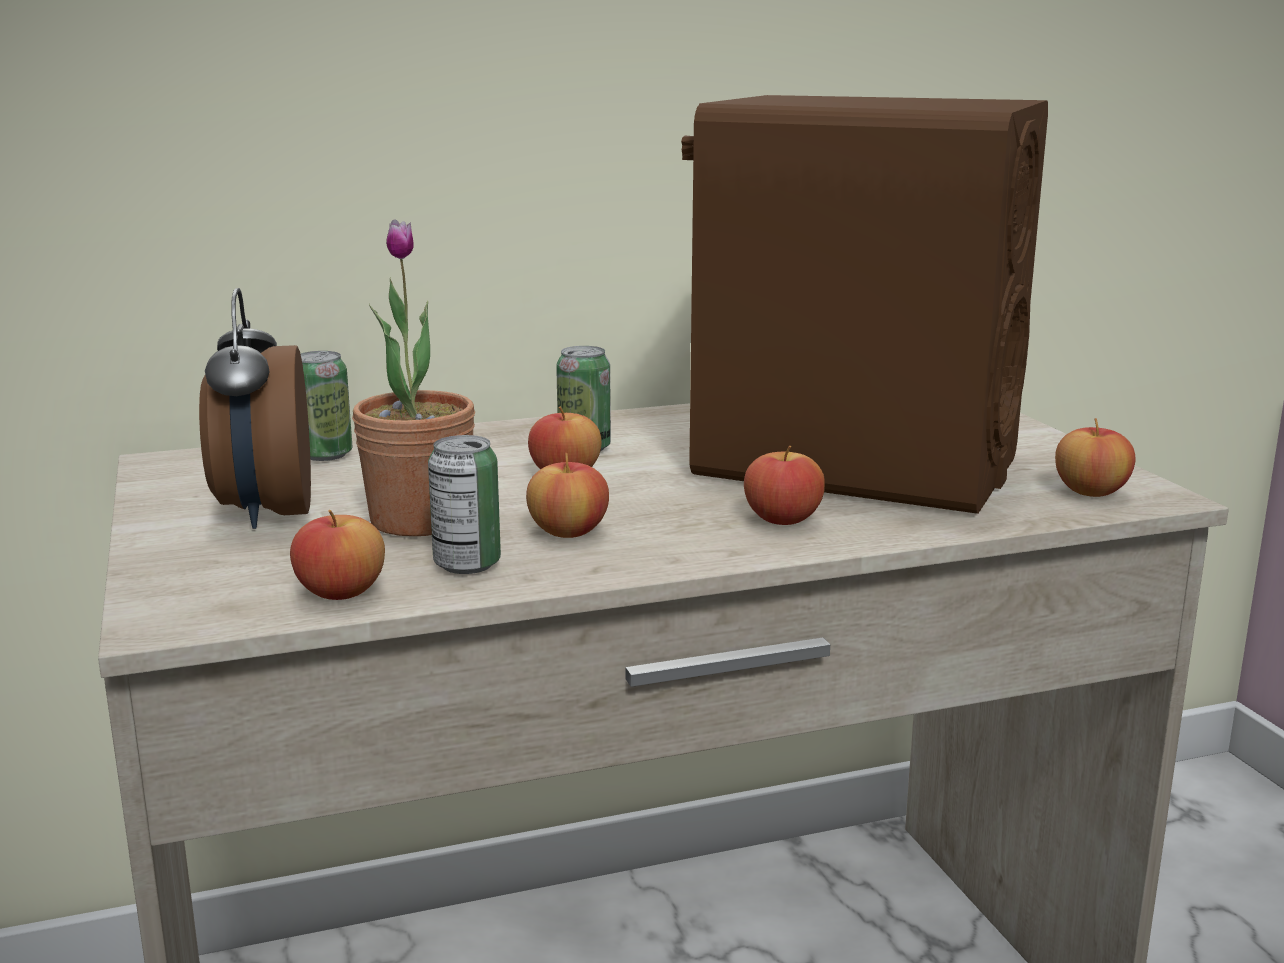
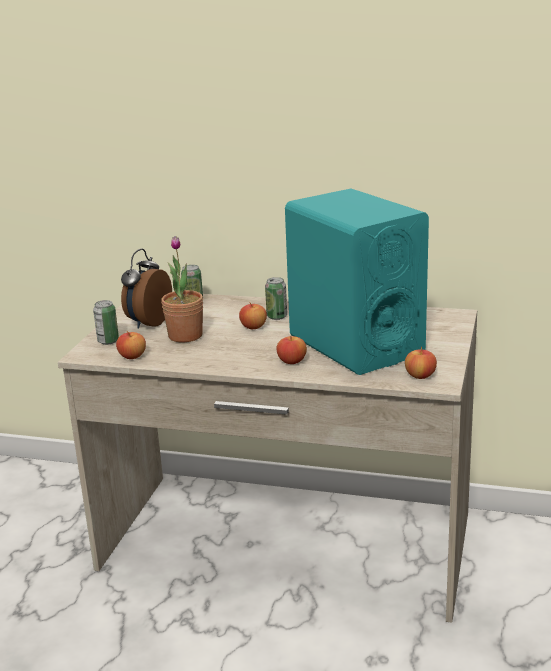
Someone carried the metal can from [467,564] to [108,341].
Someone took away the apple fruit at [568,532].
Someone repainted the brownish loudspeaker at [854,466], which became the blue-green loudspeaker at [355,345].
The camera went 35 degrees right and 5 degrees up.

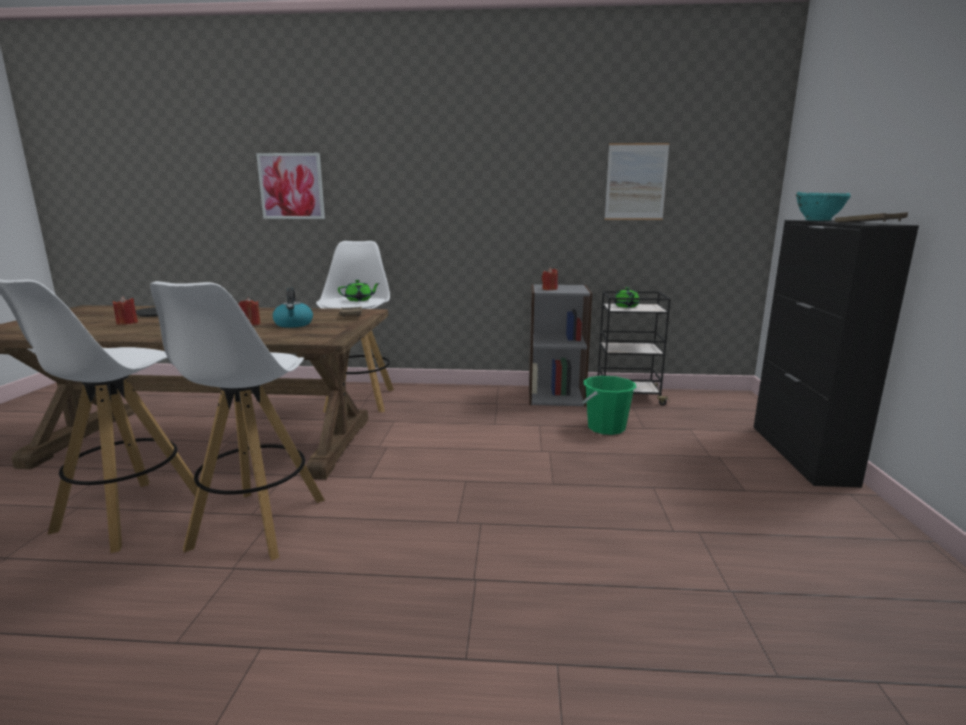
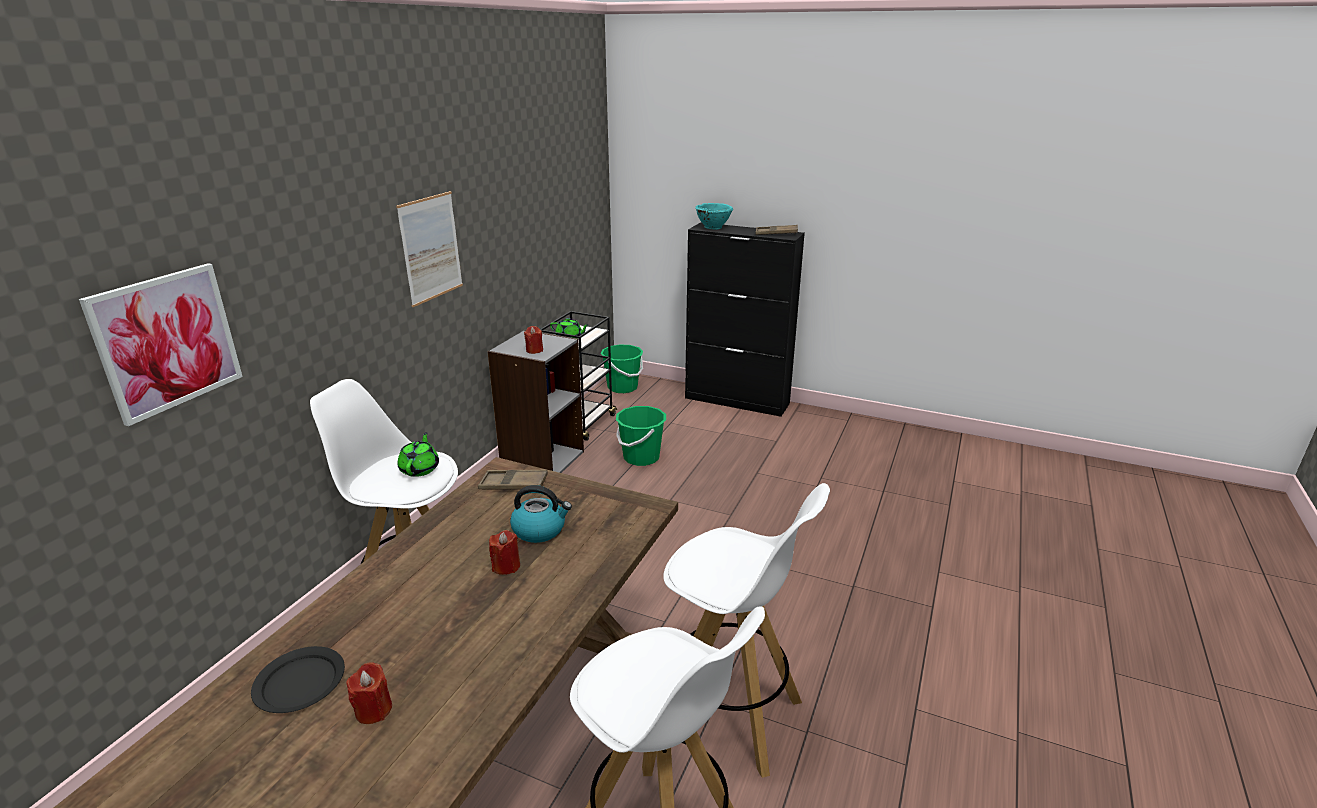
Someone carried the picture from [636,182] to [431,248].
Someone put down the green water bucket at [622,387].
The camera went 70 degrees left and 10 degrees up.

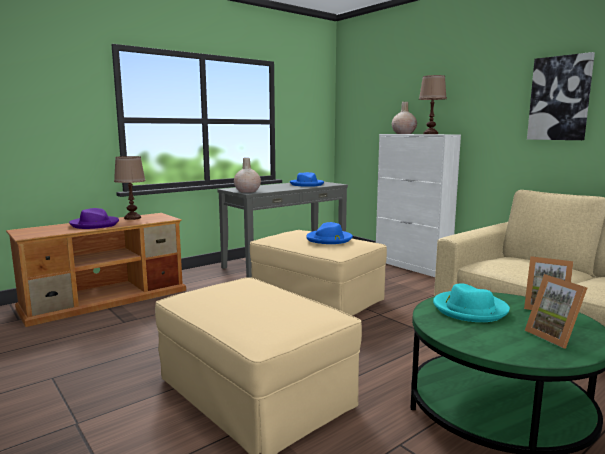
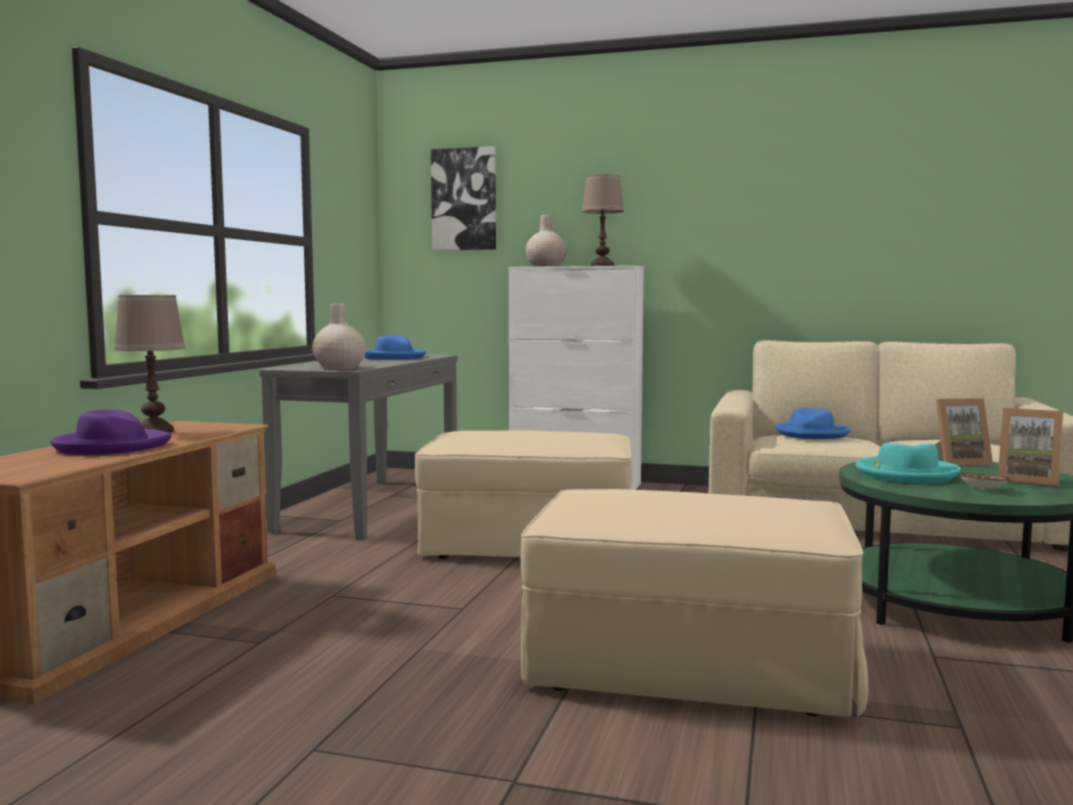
Someone carried the blue-coloured clothing hat from [329,239] to [812,434].
Someone carried the picture from [560,98] to [464,199].
Someone put down the bowl at [983,489].
The camera went 35 degrees left and 5 degrees down.

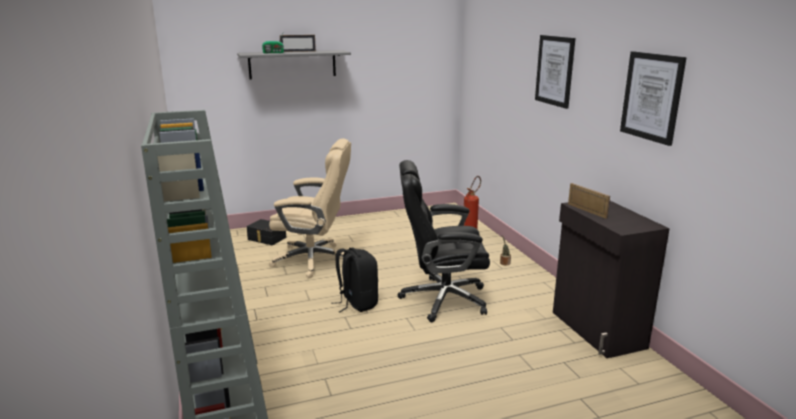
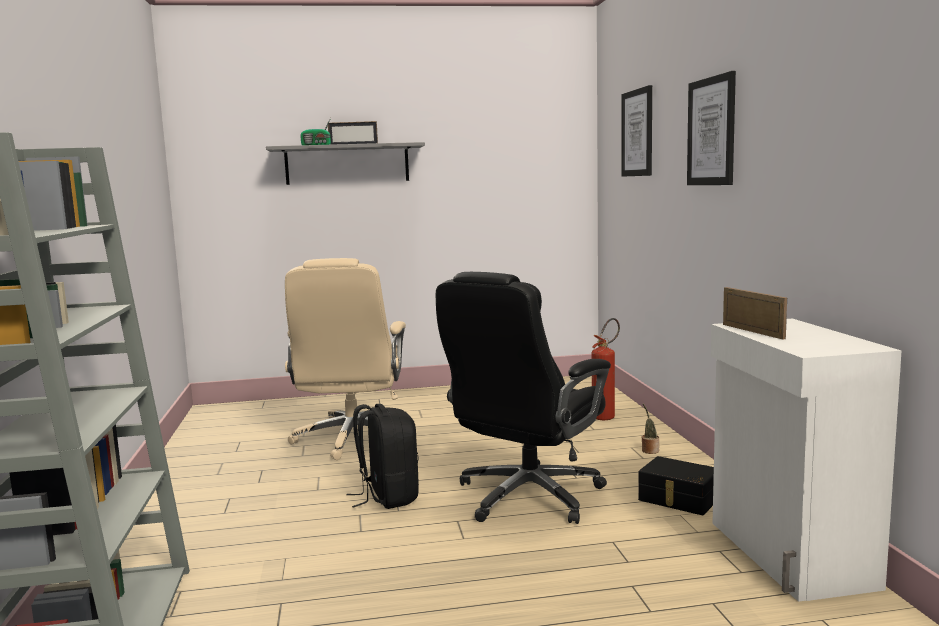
Someone carried the black storage container from [266,239] to [678,499].
Someone rotated the beige-coloured office chair at [313,260] by 75 degrees clockwise.
Someone rotated the black office chair at [442,299] by 60 degrees counterclockwise.
Someone repainted the black storage cabinet at [597,330], which became the whitish storage cabinet at [788,554].
Someone carried the picture from [652,97] to [637,133].
The camera went 10 degrees right and 10 degrees down.

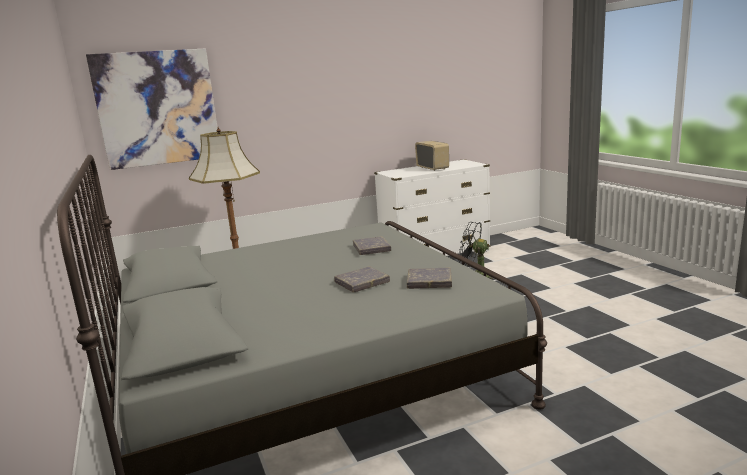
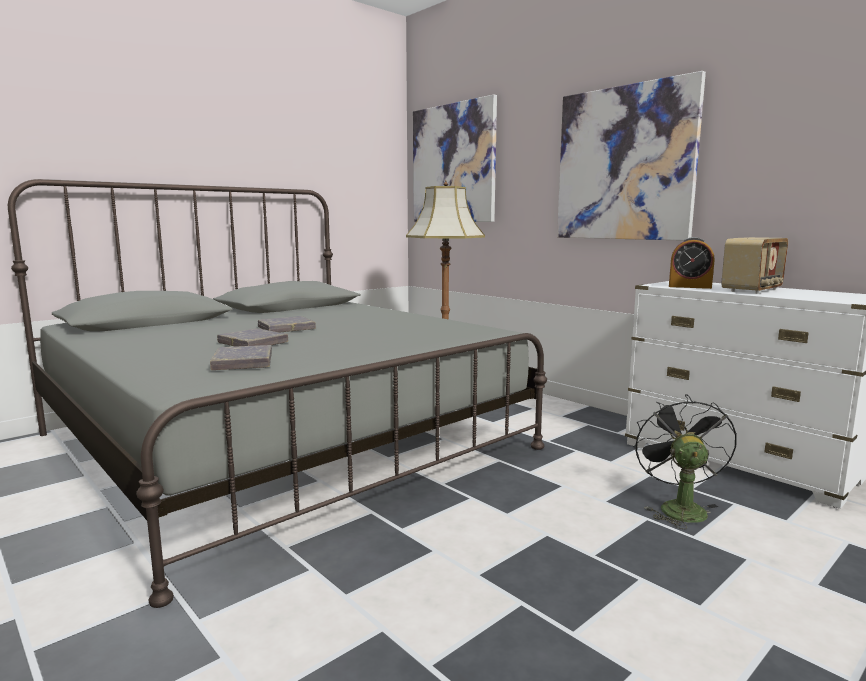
Someone carried the grey bound book from [371,249] to [286,329].
Someone put up the picture at [624,164].
Someone put down the table clock at [689,287].
The camera went 70 degrees right and 5 degrees down.

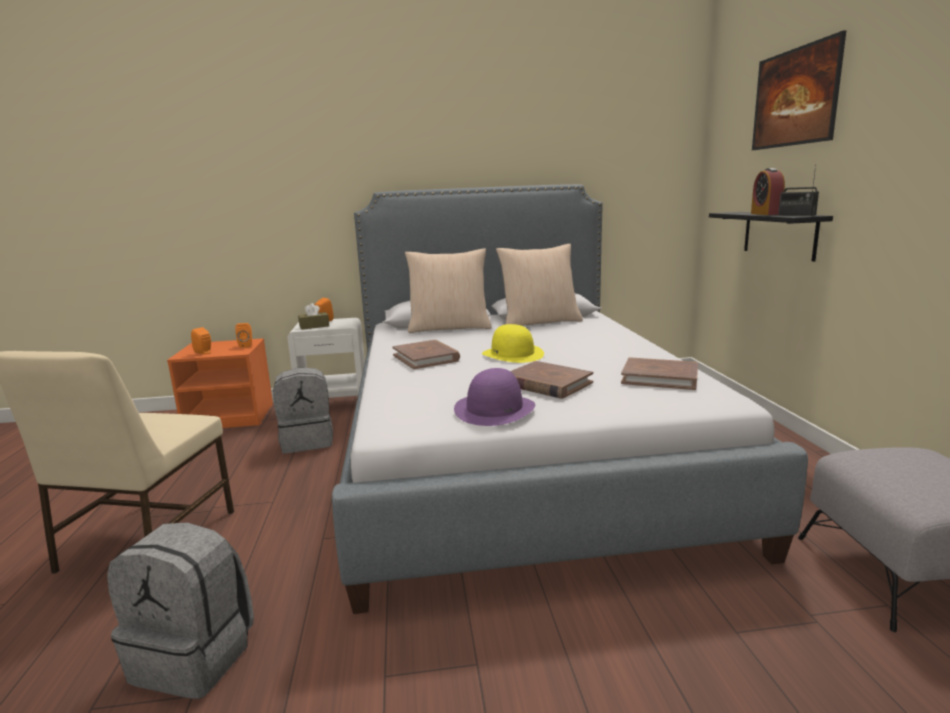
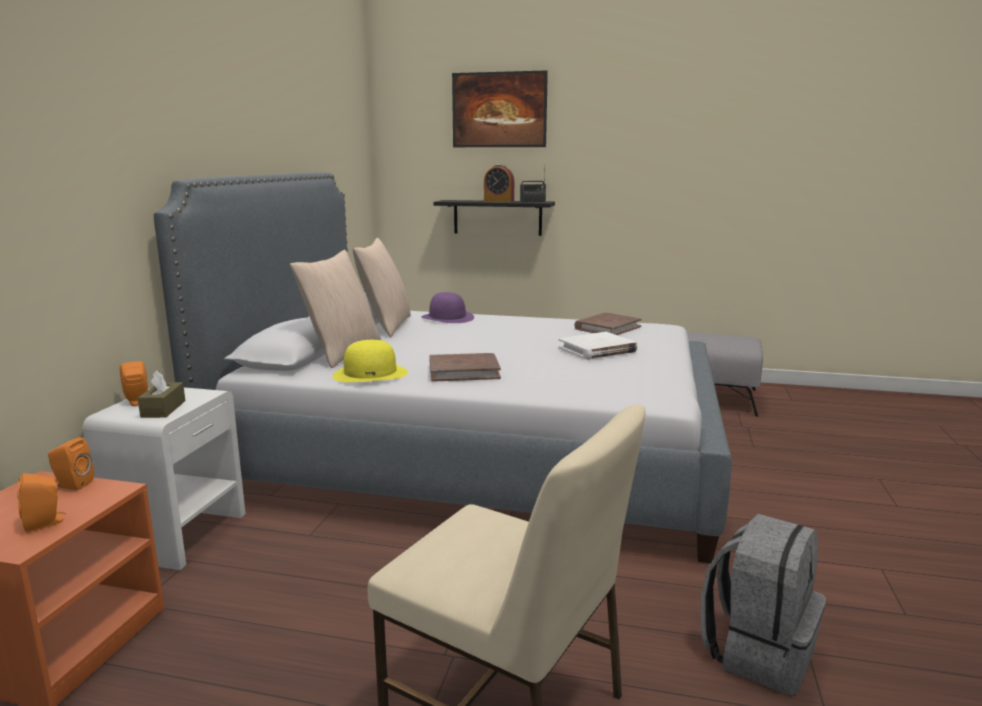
Someone took away the grey knapsack at [308,441].
Someone carried the purple clothing hat from [494,409] to [447,317].
Someone carried the yellowish clothing hat from [513,354] to [370,374].
Someone repainted the brownish bound book at [547,384], which became the whitish bound book at [597,350].
The camera went 70 degrees left and 0 degrees up.

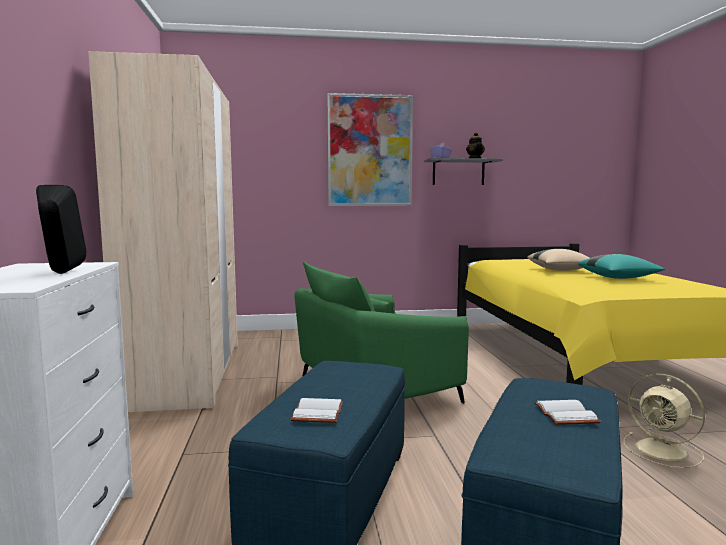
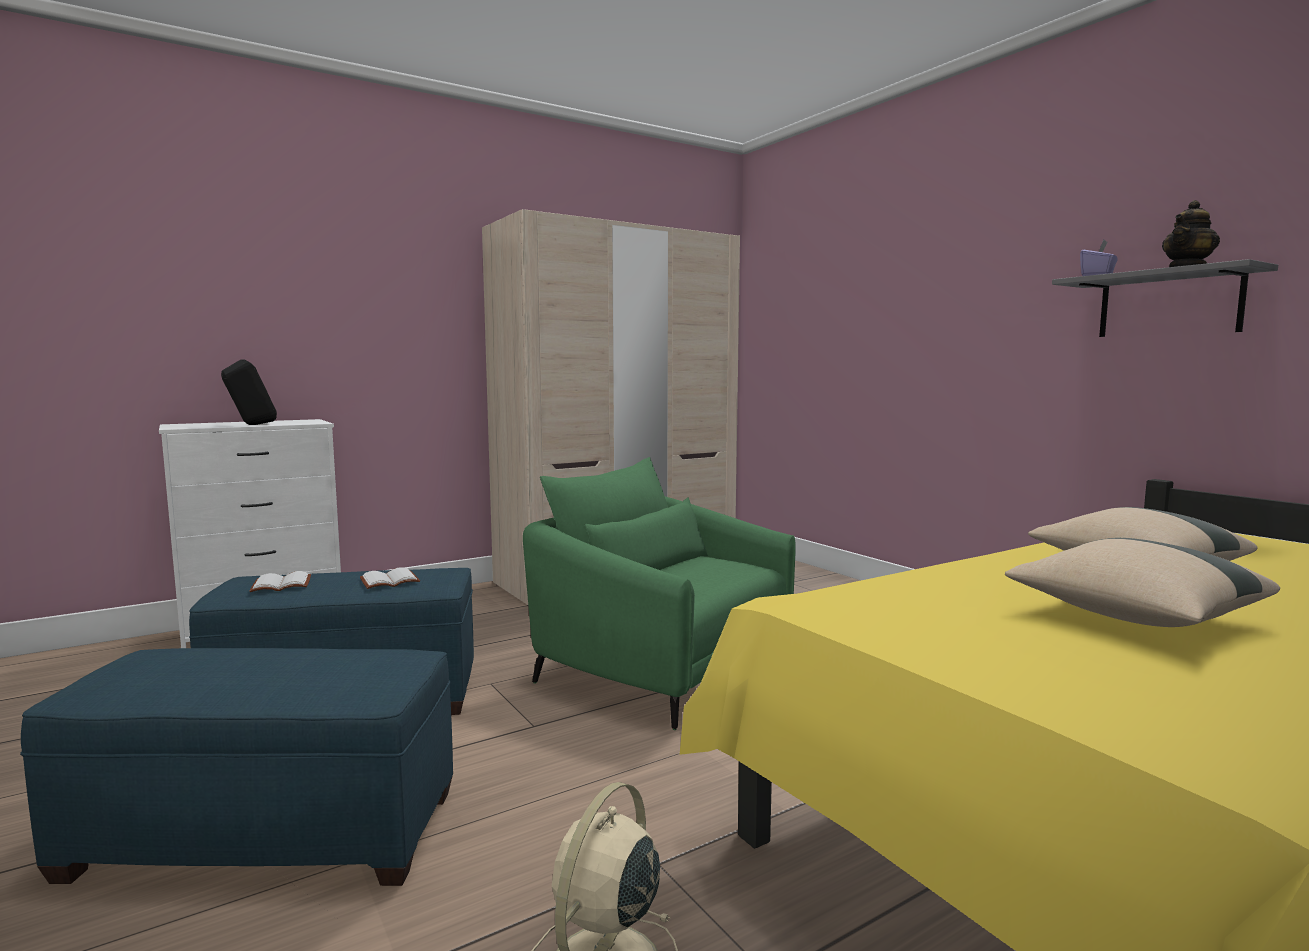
Someone took away the picture at [370,151].
Someone carried the whitish bound book from [567,414] to [389,582].
Someone repainted the blue-green pillow at [619,278], which became the beige-coloured pillow at [1133,617].
The camera went 65 degrees right and 0 degrees up.

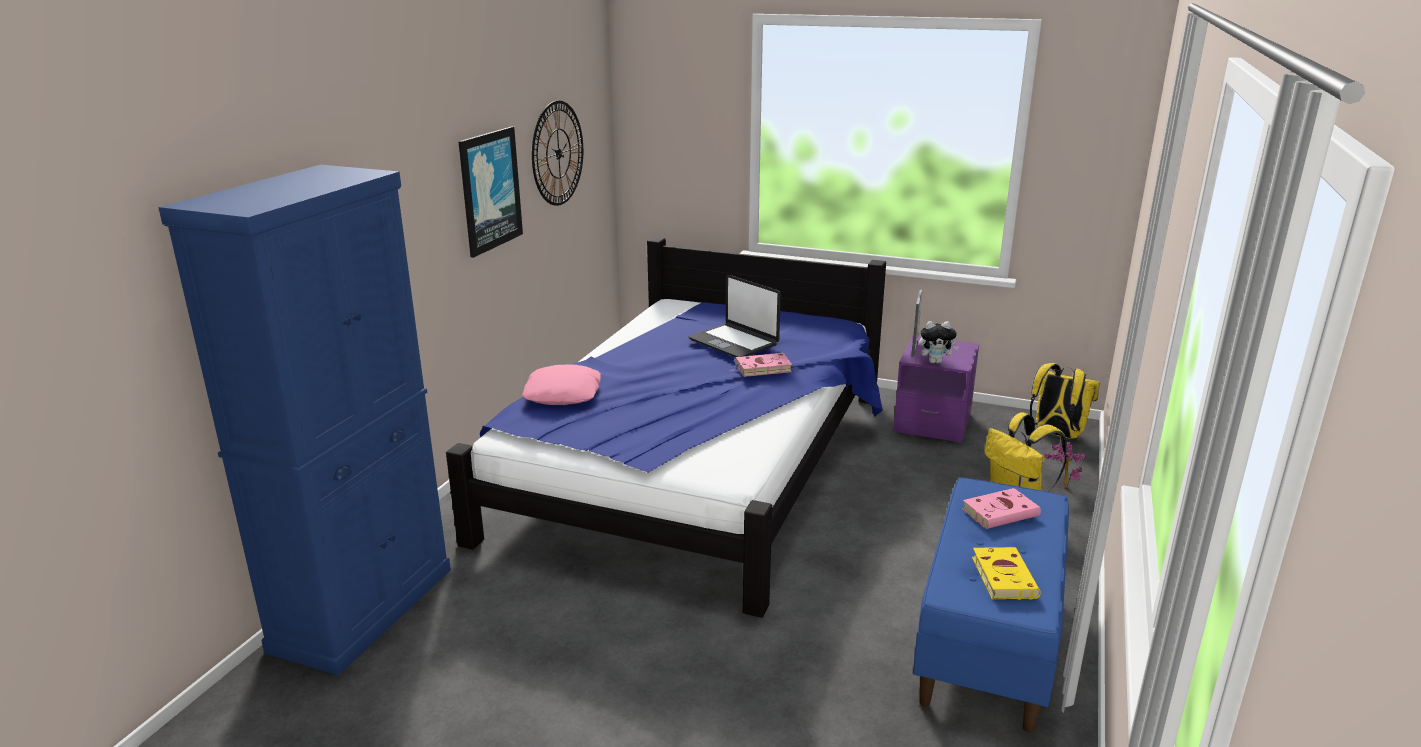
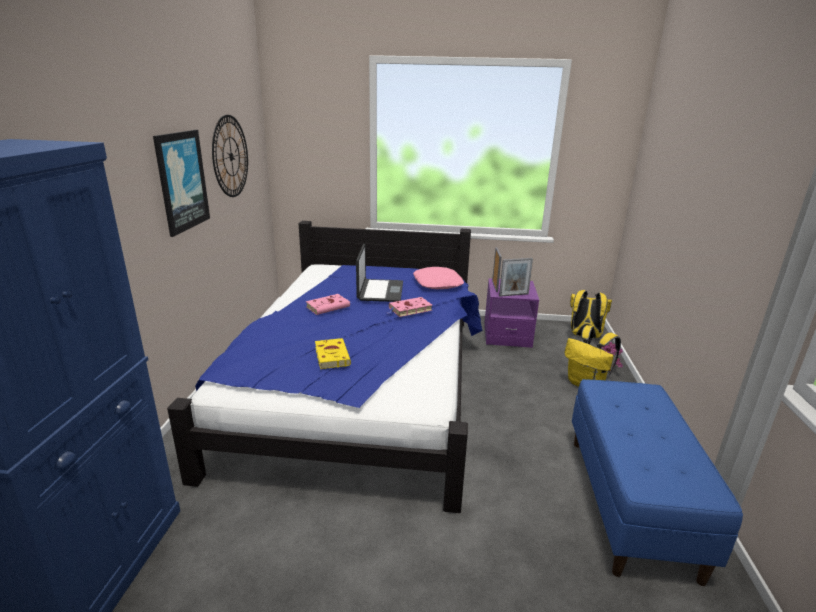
Someone carried the pinkish pillow from [564,394] to [438,283].
Someone rotated the portable computer at [734,342] by 120 degrees counterclockwise.
Someone swapped the cuddly toy at [935,362] for the standing frame at [513,295].
Someone carried the pinkish bound book from [1001,512] to [329,306].
Someone carried the yellowish bound book from [1002,576] to [331,355].
The camera went 15 degrees left and 0 degrees up.

